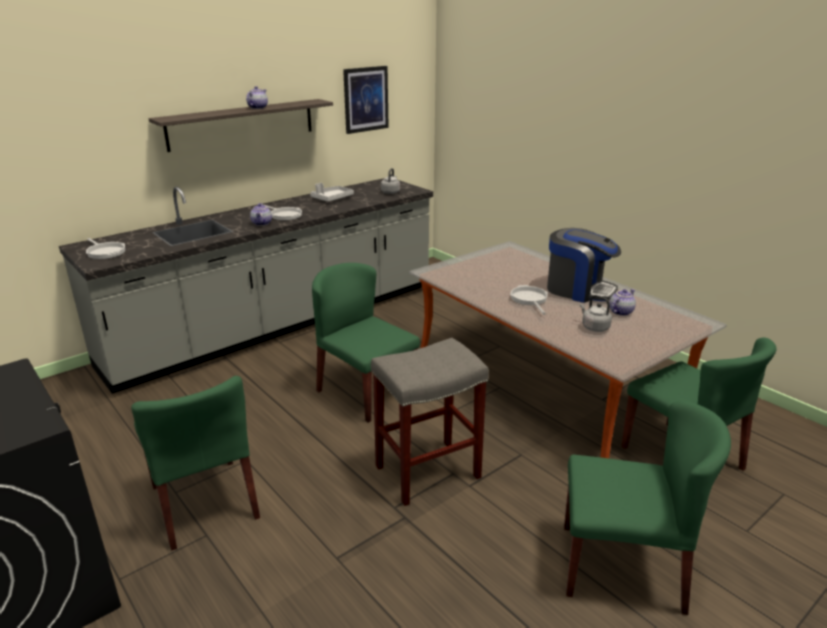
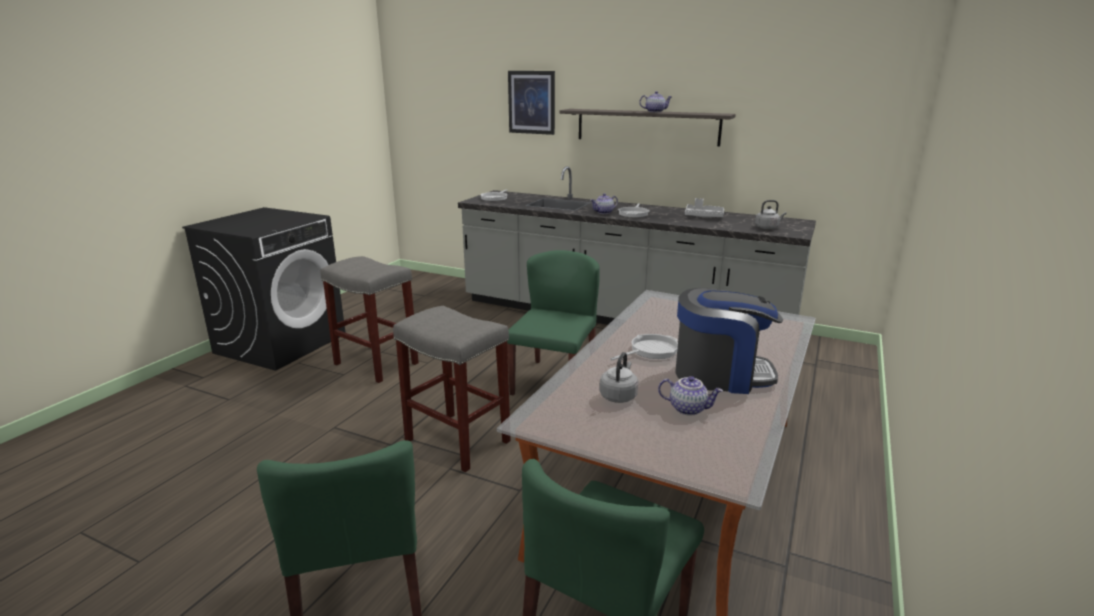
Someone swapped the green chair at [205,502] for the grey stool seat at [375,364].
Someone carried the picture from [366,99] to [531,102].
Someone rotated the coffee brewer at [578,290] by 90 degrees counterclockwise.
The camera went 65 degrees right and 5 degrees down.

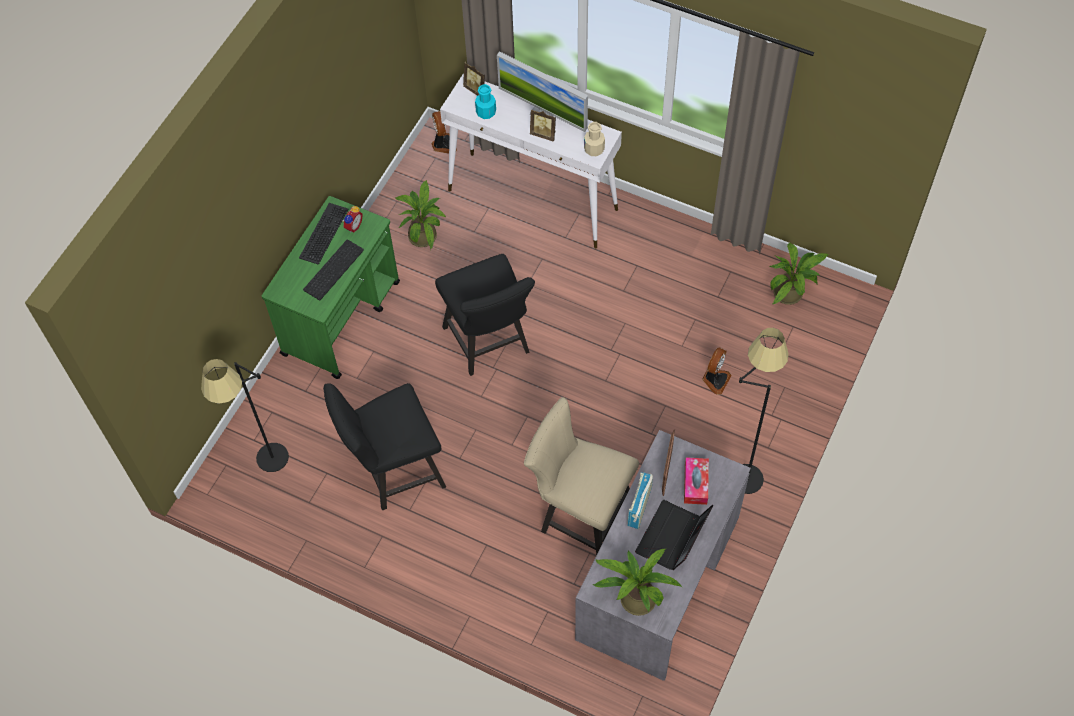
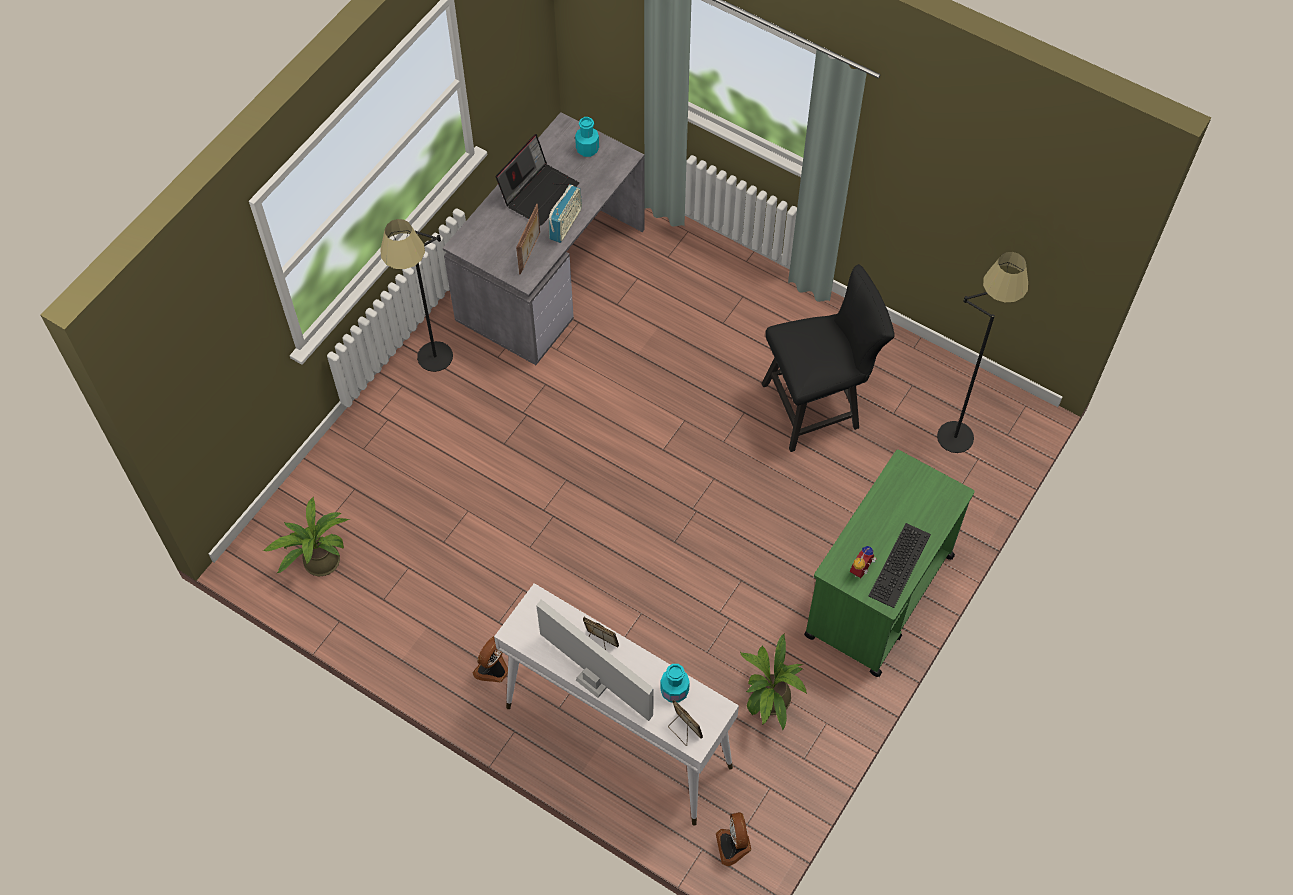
Someone took away the computer keyboard at [333,268].
Someone took away the black chair at [490,344].
Someone took away the beige-coloured chair at [580,514].
Someone took away the beige-coloured beverage bottle at [594,149].
Someone swapped the potted plant at [634,596] for the blue-green beverage bottle at [587,149].
Someone took away the tissue holder at [695,484].
Someone carried the cooling fan from [715,380] to [493,669].
The camera went 175 degrees left and 0 degrees up.

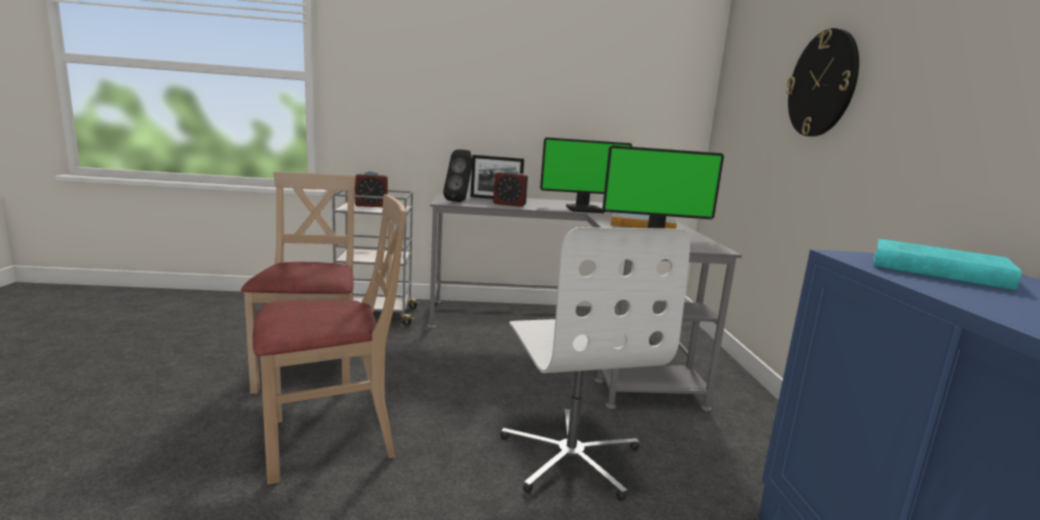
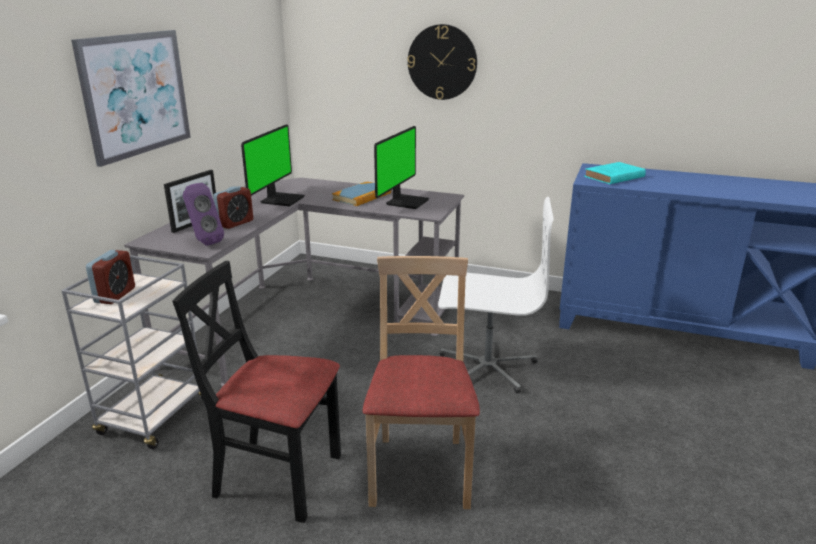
Someone repainted the beige-coloured chair at [310,371], which became the black chair at [278,477].
Someone repainted the black loudspeaker at [459,201], which became the purple loudspeaker at [204,242].
Someone put up the picture at [136,94].
The camera went 65 degrees left and 10 degrees up.

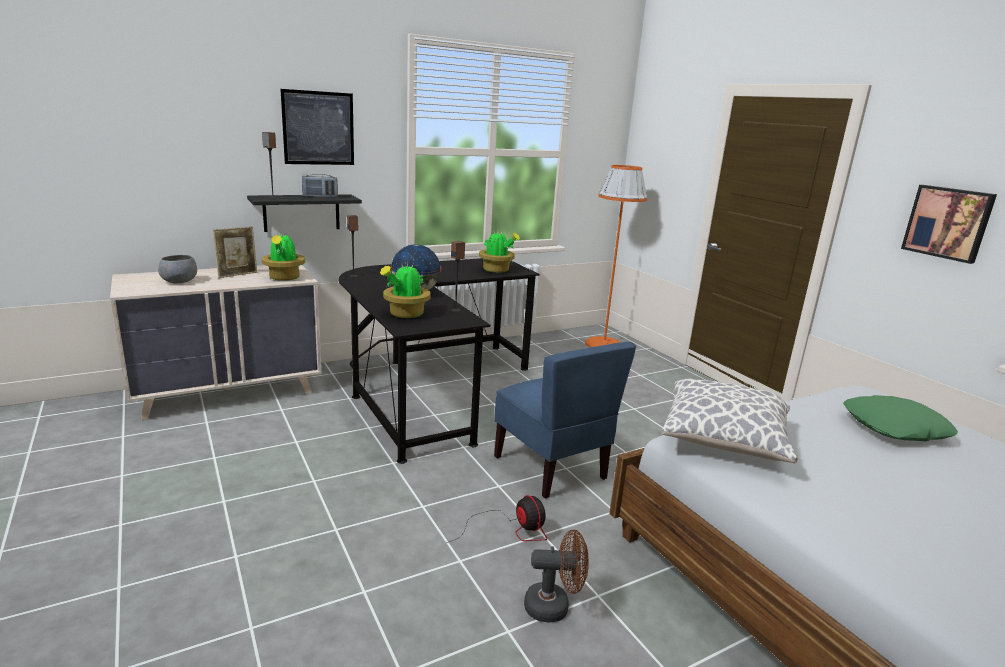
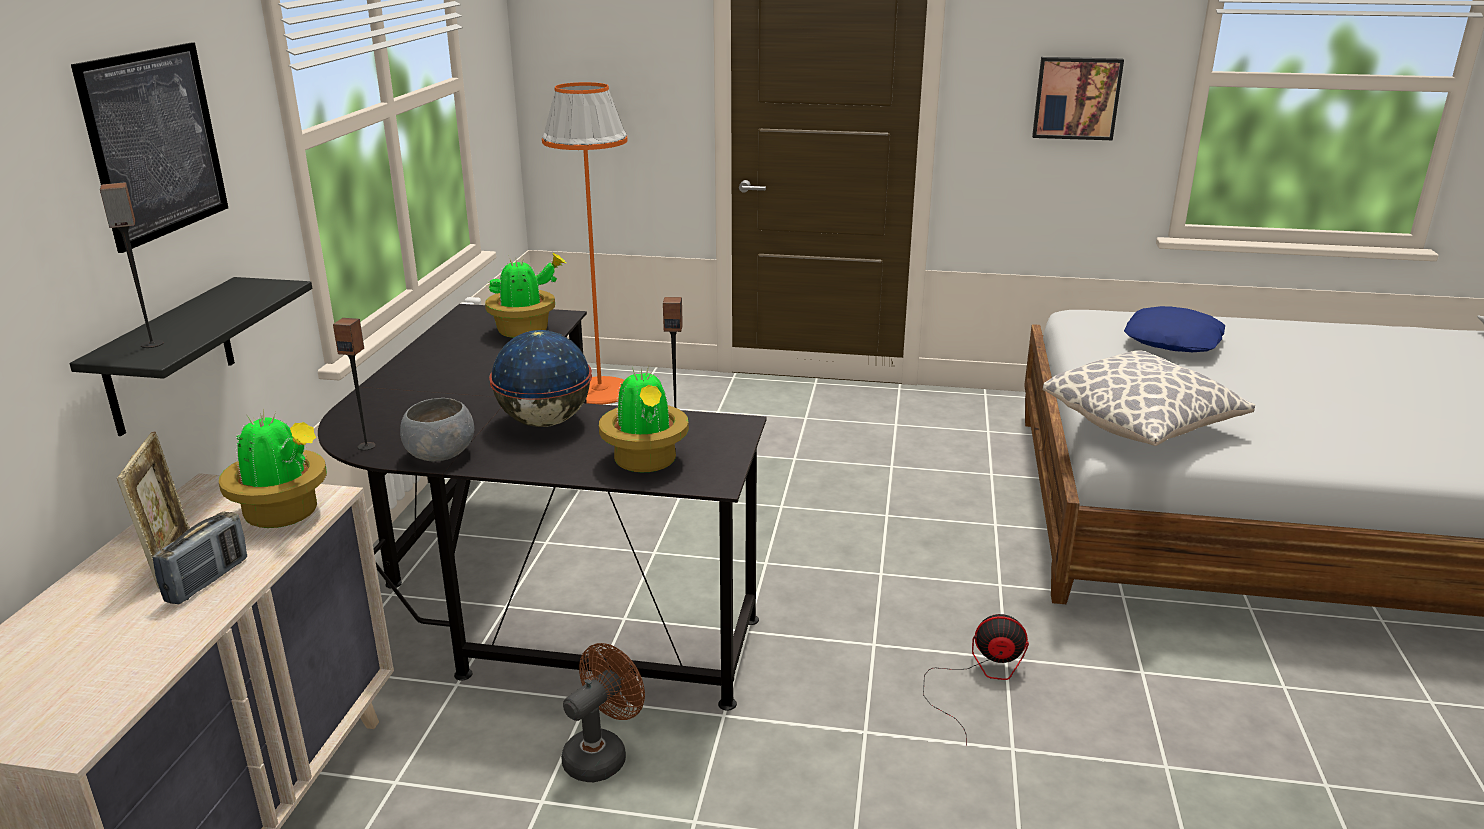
Someone carried the grey bowl from [179,281] to [439,454].
Someone carried the radio receiver from [320,197] to [207,580].
Someone took away the blue-coloured chair at [551,467].
Someone carried the brownish cooling fan from [554,606] to [602,754].
Someone repainted the green pillow at [895,428], which became the blue-coloured pillow at [1173,341].
The camera went 50 degrees left and 5 degrees up.

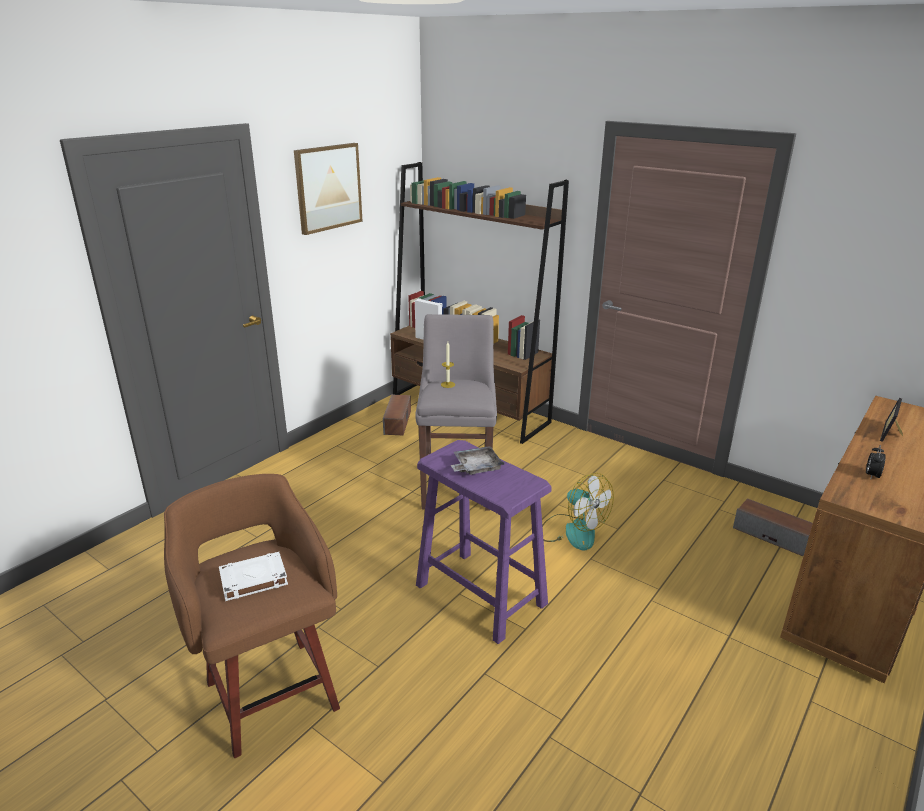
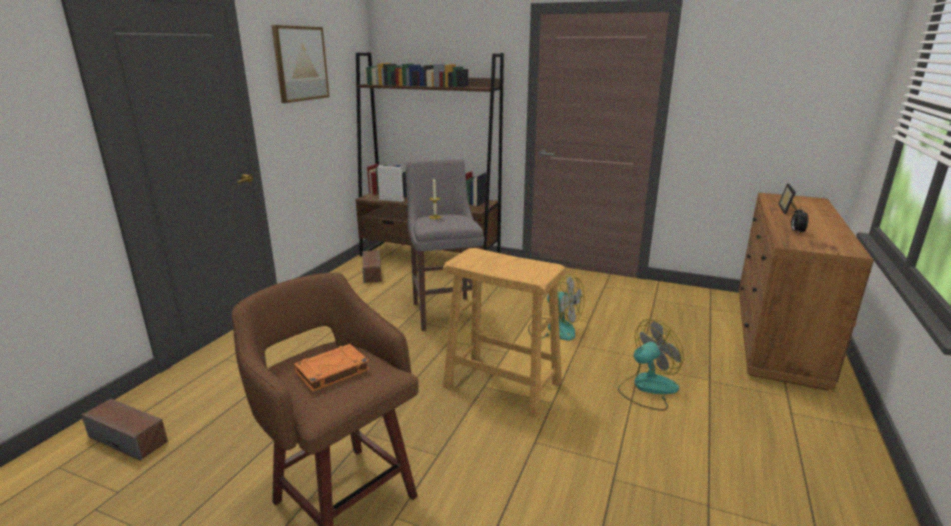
Someone repainted the whitish bound book at [253,580], which became the orange bound book at [331,371].
Someone repainted the purple stool seat at [481,595], which became the beige-coloured stool seat at [503,384].
Someone took away the grey serving tray at [476,467].
Someone carried the loudspeaker from [771,535] to [128,439].
Someone put down the cooling fan at [647,388].
The camera went 15 degrees left and 5 degrees down.

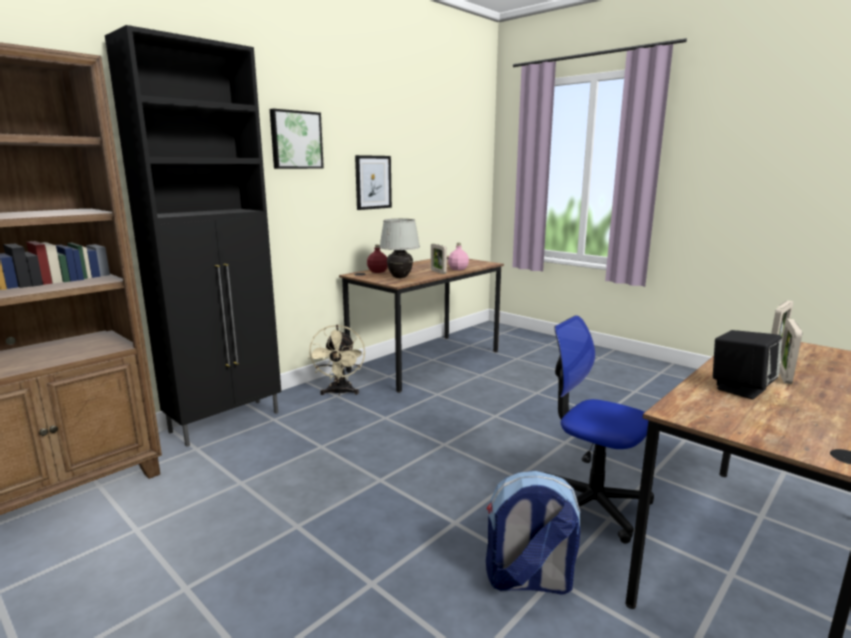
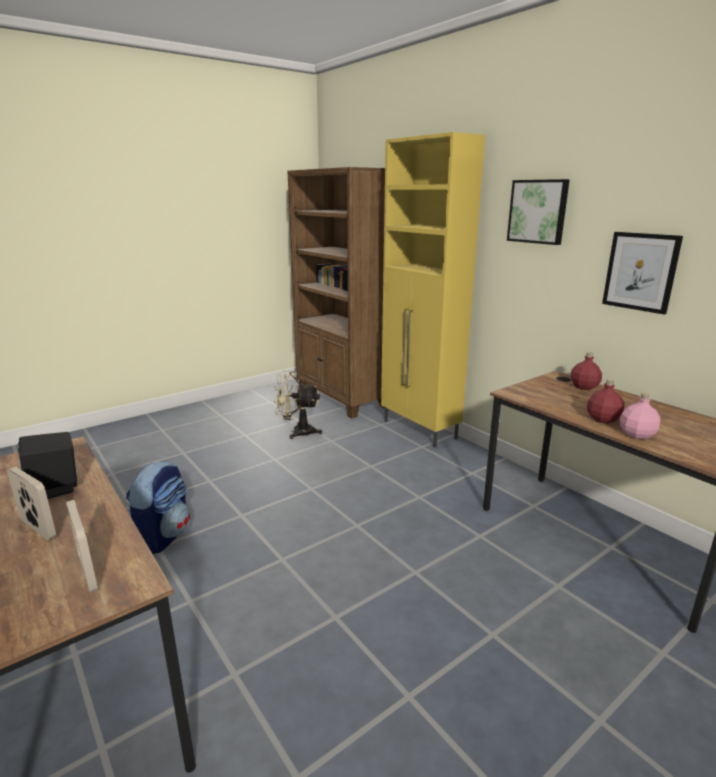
Someone repainted the black storage cabinet at [227,422], which became the yellowish storage cabinet at [420,430].
Someone carried the beige-coloured cooling fan from [340,392] to [297,432].
Someone took away the whitish tabletop lamp at [400,277].
Someone swapped the standing frame at [438,272] for the red beverage bottle at [602,419].
Someone took away the office chair at [591,504].
The camera went 100 degrees right and 5 degrees up.

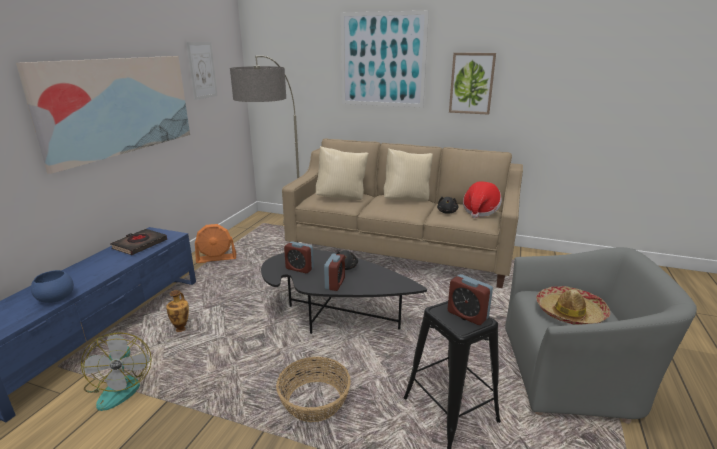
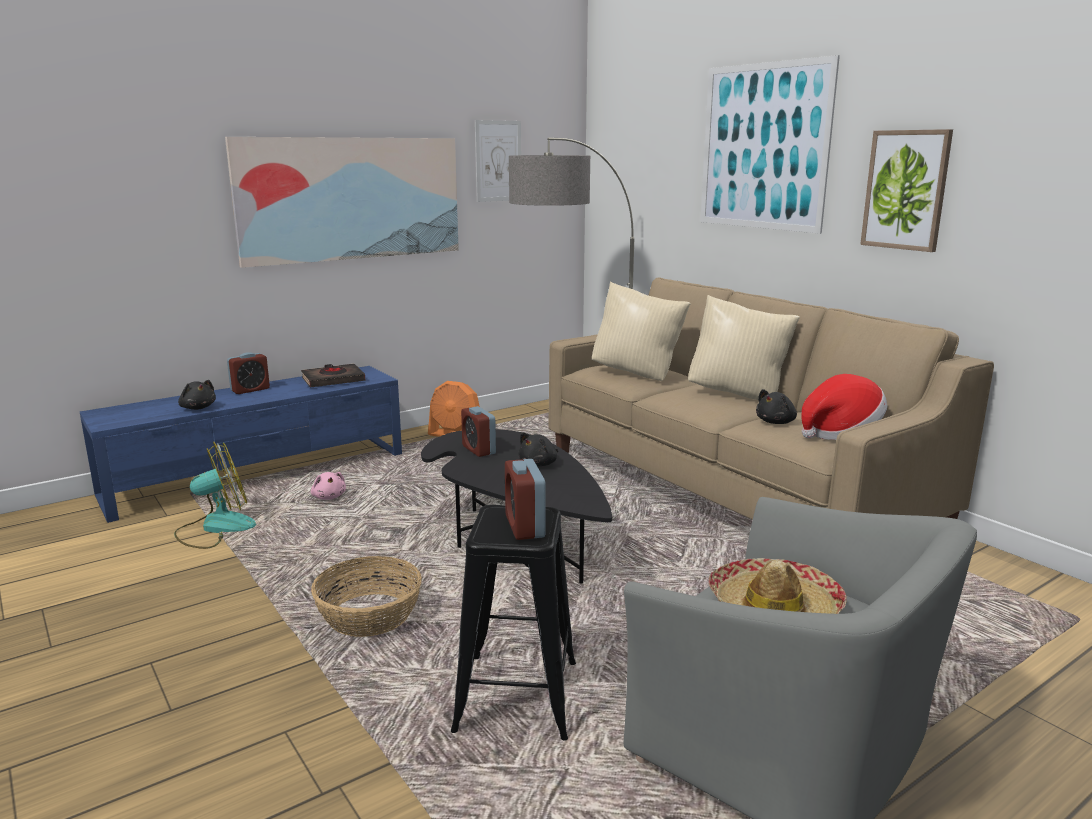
Someone swapped the blue-coloured bowl at [56,298] for the black cuddly toy at [198,408].
Someone rotated the cooling fan at [120,386] by 135 degrees counterclockwise.
Someone swapped the vase at [181,329] for the pinkish cuddly toy at [329,497].
Someone carried the table clock from [335,284] to [250,390].
The camera went 35 degrees right and 5 degrees down.

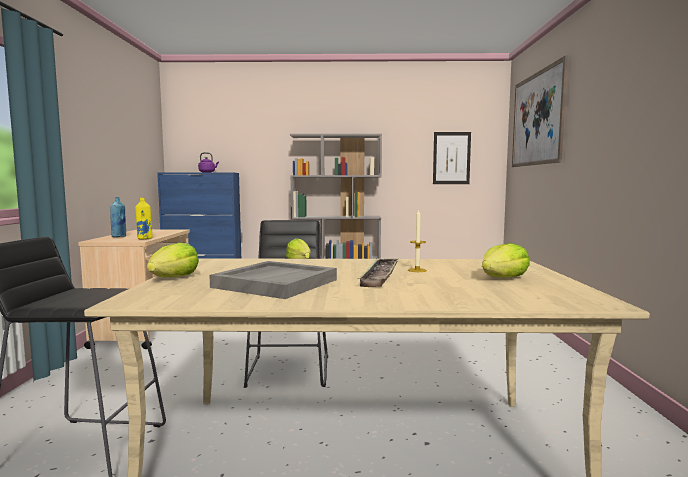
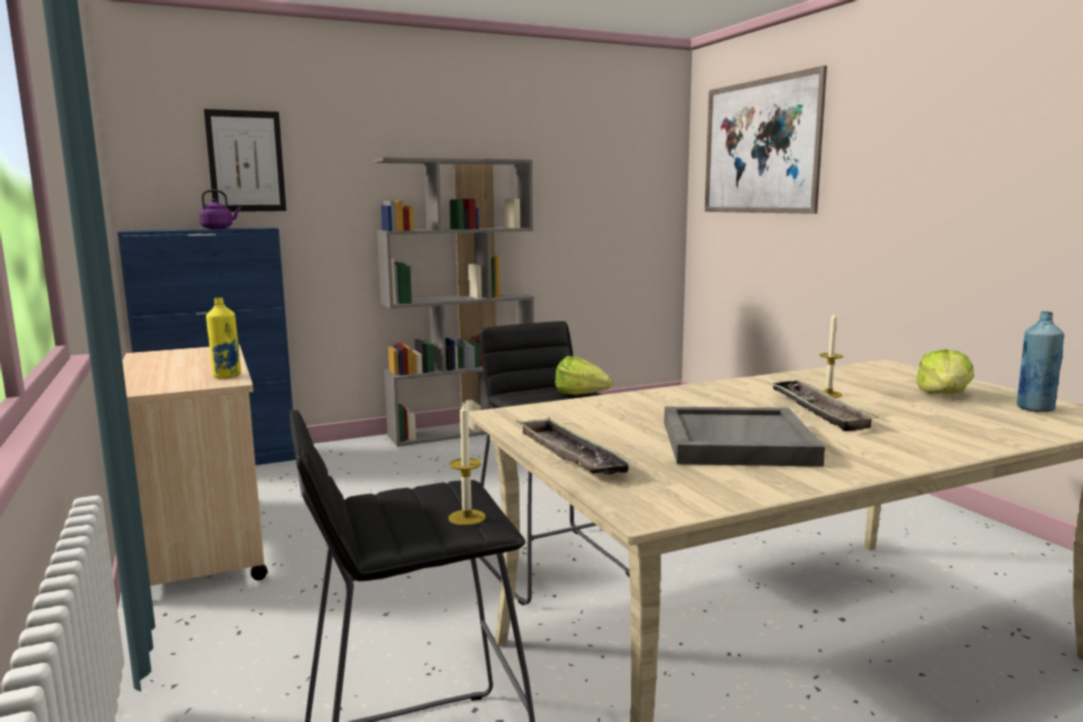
Someone carried the blue-coloured beverage bottle from [119,237] to [1034,408].
Someone swapped the lettuce at [174,278] for the serving tray at [570,454].
Someone carried the picture from [451,158] to [246,161].
Someone put down the wax candle at [467,517].
The camera went 25 degrees left and 5 degrees up.

